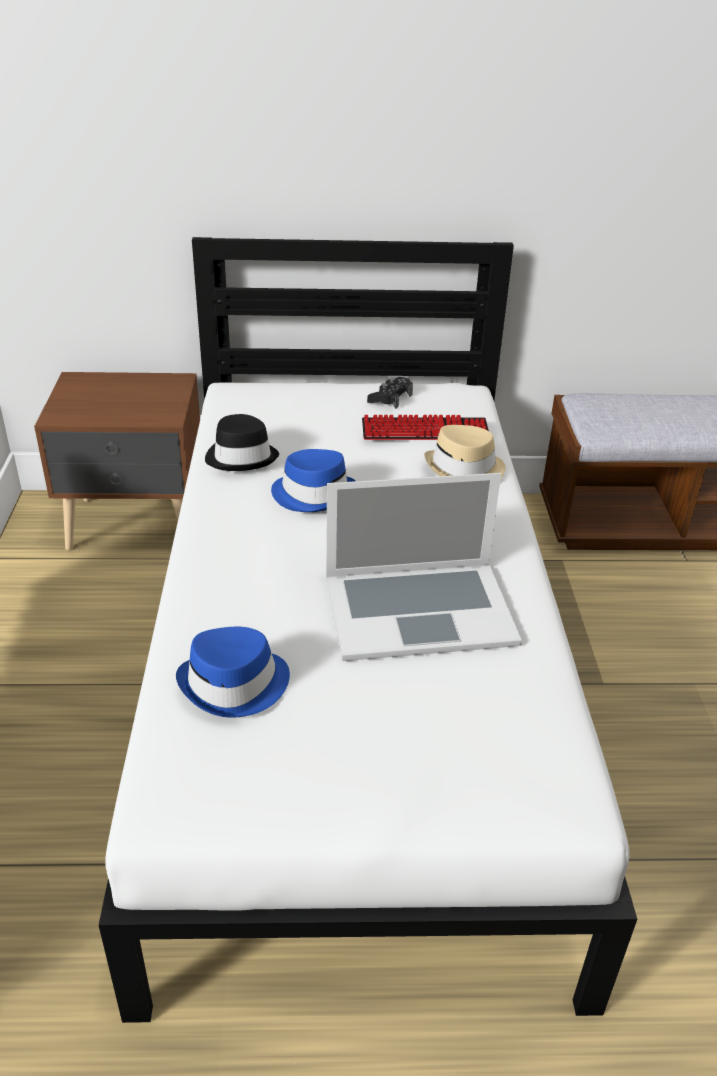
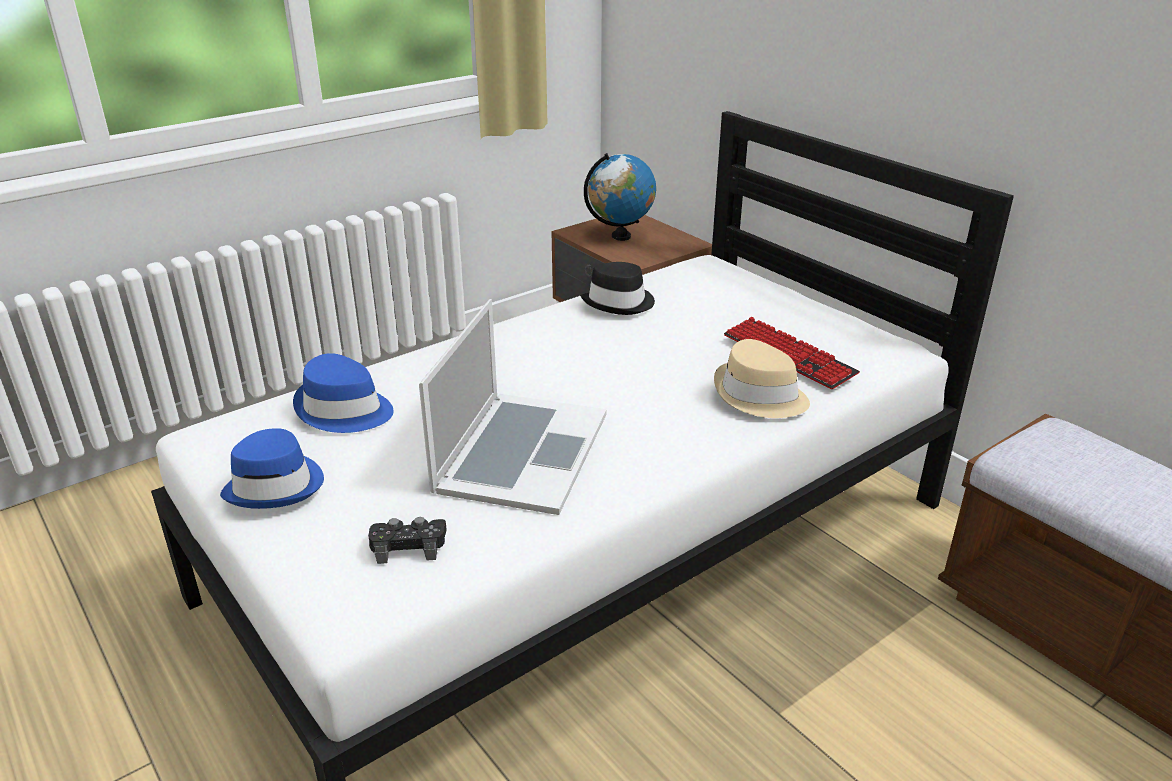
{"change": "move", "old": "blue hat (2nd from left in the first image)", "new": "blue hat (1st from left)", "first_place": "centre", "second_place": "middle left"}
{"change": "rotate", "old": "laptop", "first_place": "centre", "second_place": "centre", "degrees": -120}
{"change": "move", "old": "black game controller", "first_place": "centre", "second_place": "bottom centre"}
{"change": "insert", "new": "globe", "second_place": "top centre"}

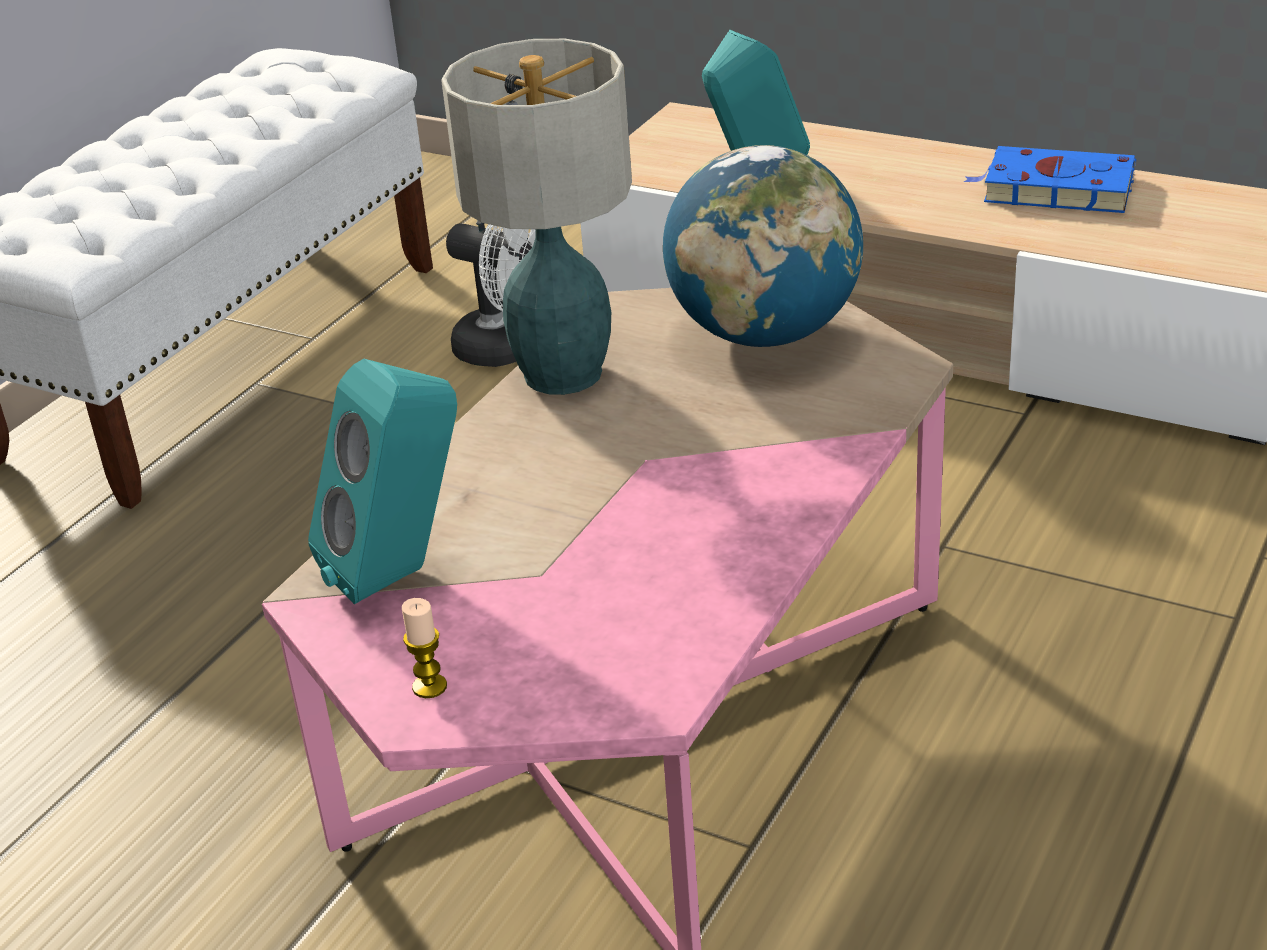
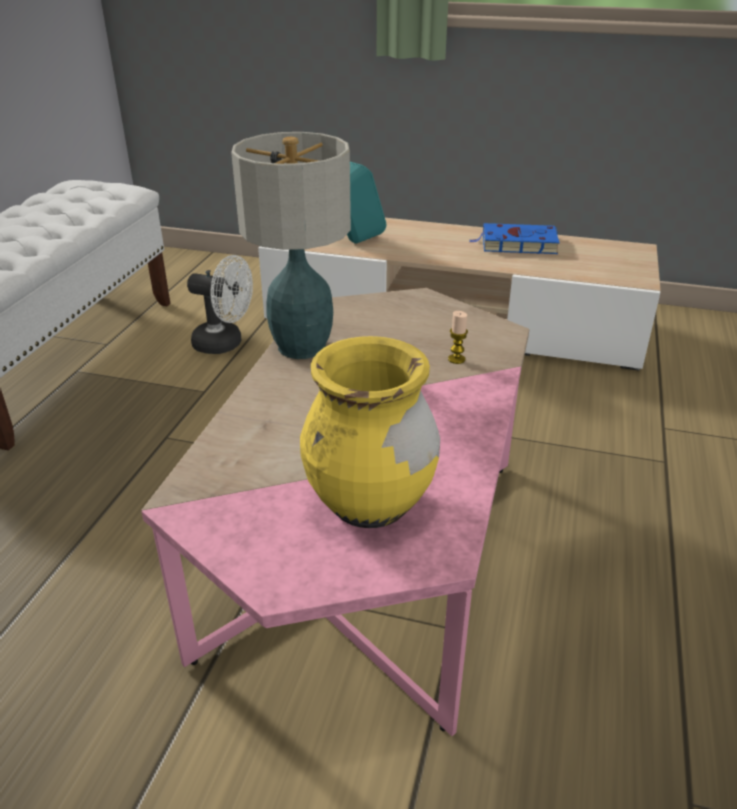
{"change": "delete", "old": "turquoise speaker (1st from left)", "first_place": "middle left"}
{"change": "move", "old": "candle", "first_place": "bottom centre", "second_place": "centre"}
{"change": "delete", "old": "globe", "first_place": "top centre"}
{"change": "insert", "new": "yellow vase", "second_place": "centre"}

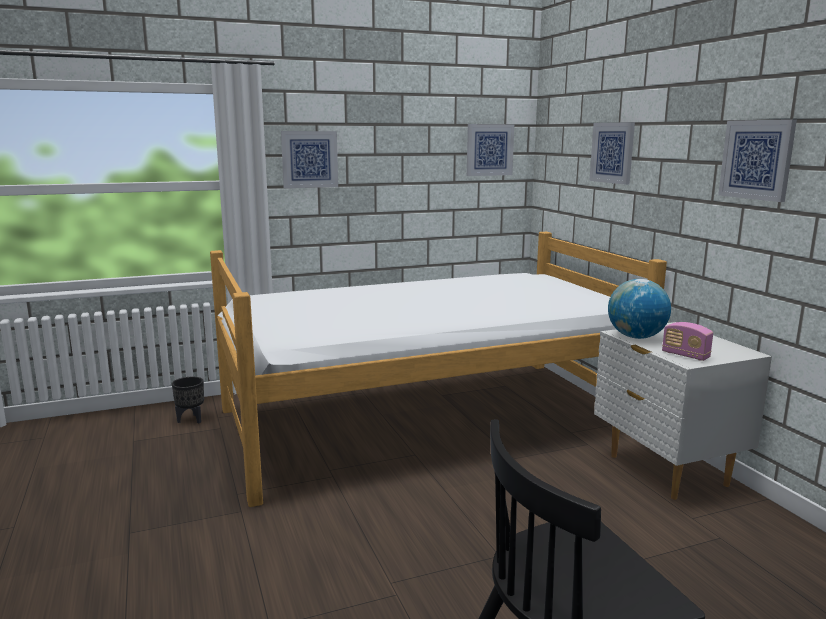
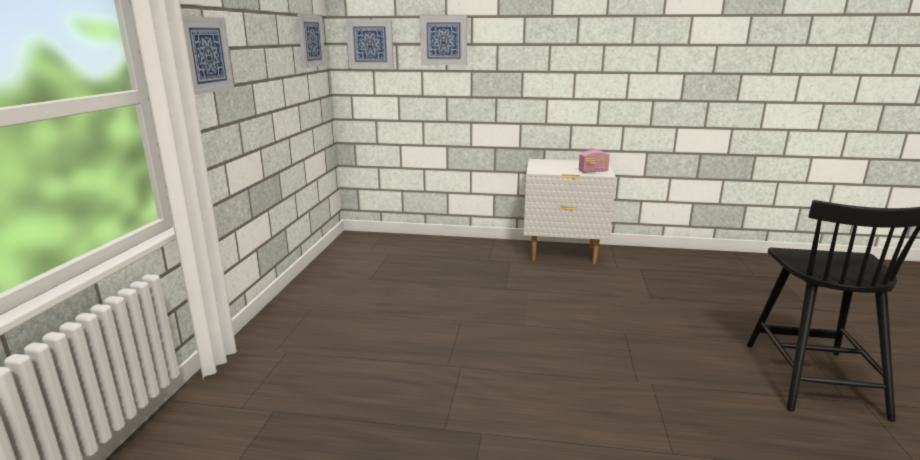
{"change": "delete", "old": "black planter", "first_place": "middle left"}
{"change": "delete", "old": "bed", "first_place": "centre"}
{"change": "delete", "old": "globe", "first_place": "middle right"}
{"change": "move", "old": "picture (4th from left in the first image)", "new": "picture (3rd from left)", "first_place": "top right", "second_place": "top centre"}

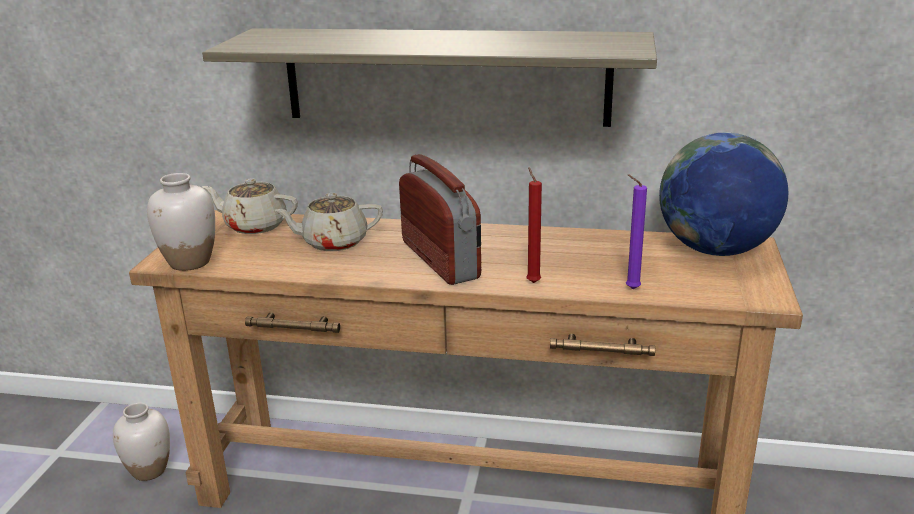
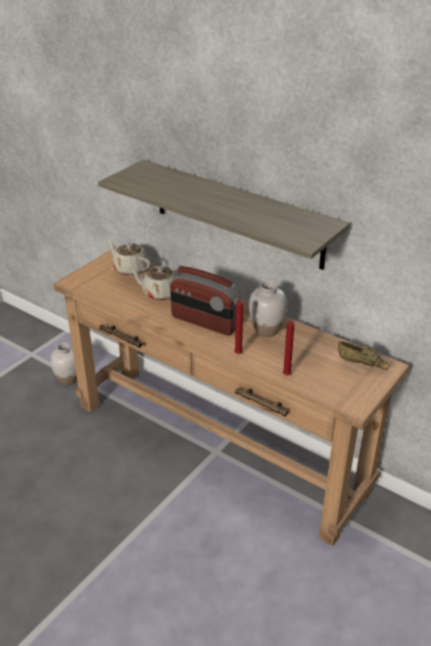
{"change": "move", "old": "white vase (2nd from left)", "first_place": "middle left", "second_place": "centre"}
{"change": "rotate", "old": "radio", "first_place": "centre", "second_place": "centre", "degrees": 120}
{"change": "recolor", "old": "purple candle", "new": "red candle (2nd from left)", "first_place": "middle right", "second_place": "middle right"}
{"change": "replace", "old": "globe", "new": "brown bowl", "first_place": "middle right", "second_place": "middle right"}

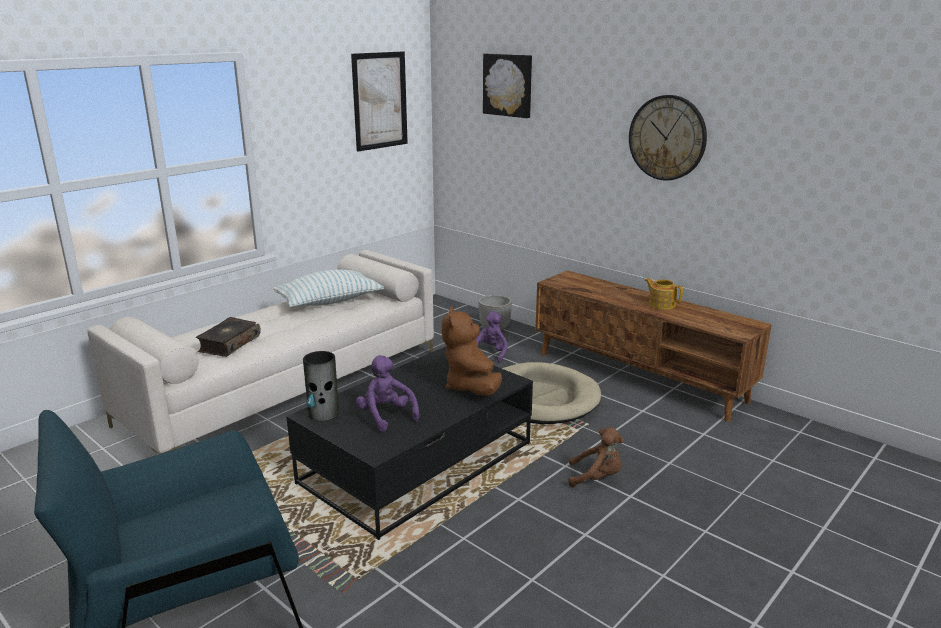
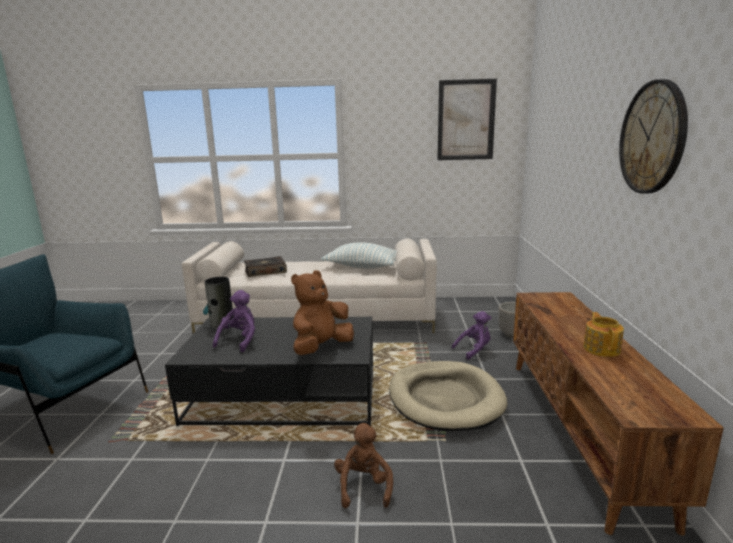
{"change": "delete", "old": "picture (2nd from left)", "first_place": "top centre"}
{"change": "rotate", "old": "brown plush toy (2nd from left)", "first_place": "bottom centre", "second_place": "bottom centre", "degrees": -150}

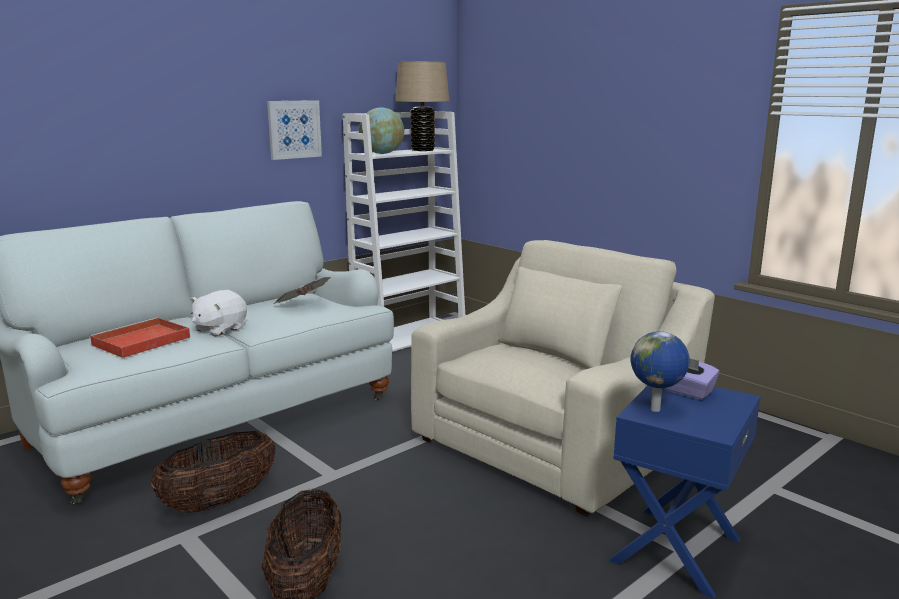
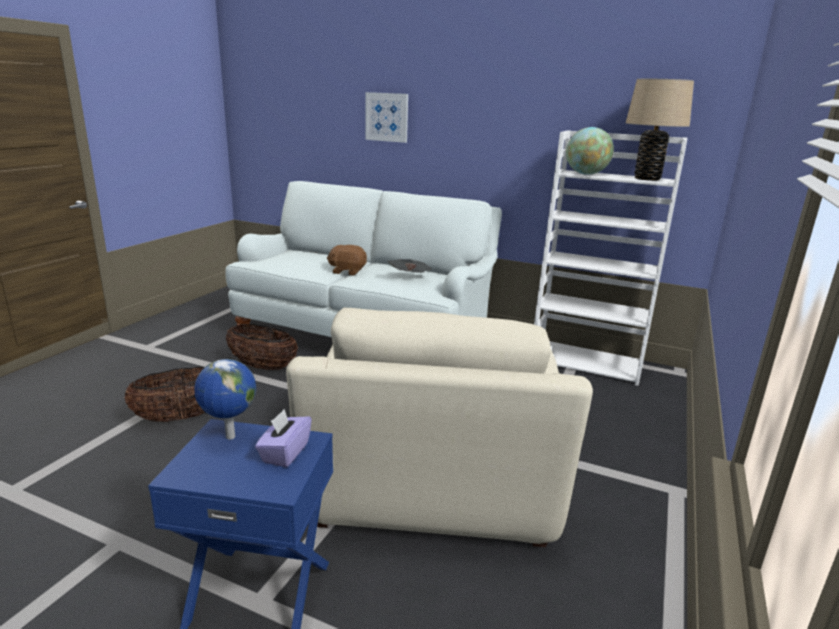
{"change": "delete", "old": "red tray", "first_place": "middle left"}
{"change": "recolor", "old": "white plush toy", "new": "brown plush toy", "first_place": "middle left", "second_place": "centre"}
{"change": "move", "old": "picture", "first_place": "top left", "second_place": "top centre"}
{"change": "rotate", "old": "beige armchair", "first_place": "centre", "second_place": "bottom centre", "degrees": 75}

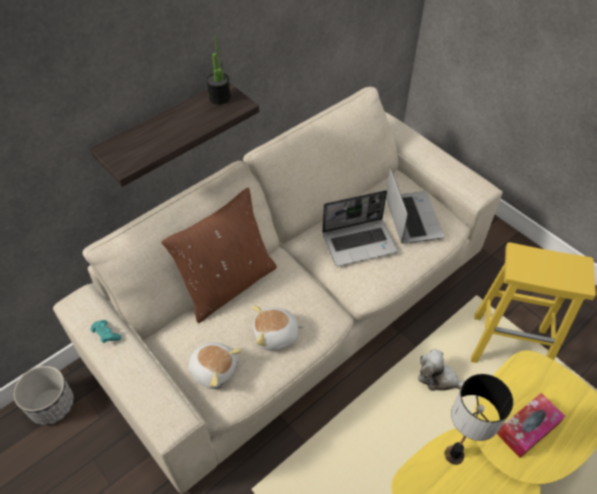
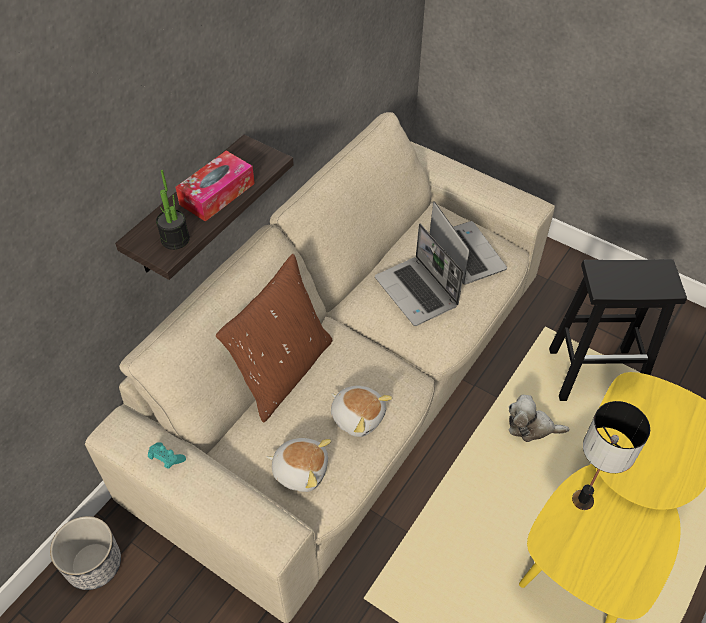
{"change": "move", "old": "potted plant", "first_place": "top centre", "second_place": "middle left"}
{"change": "rotate", "old": "plush toy (2nd from left)", "first_place": "centre", "second_place": "centre", "degrees": -120}
{"change": "rotate", "old": "laptop (1st from left)", "first_place": "centre", "second_place": "centre", "degrees": 90}
{"change": "recolor", "old": "yellow stool", "new": "black stool", "first_place": "middle right", "second_place": "middle right"}
{"change": "move", "old": "tissue box", "first_place": "bottom right", "second_place": "top left"}

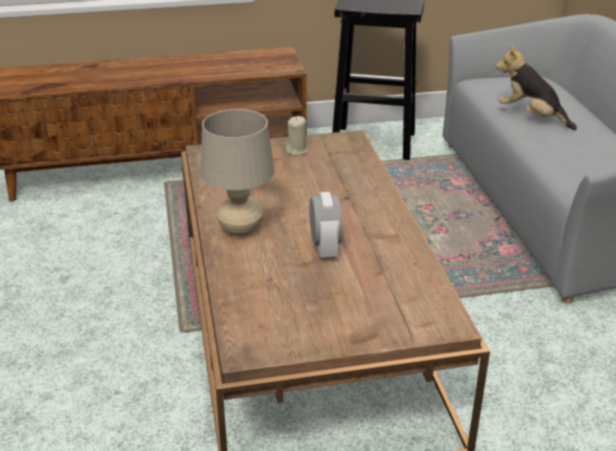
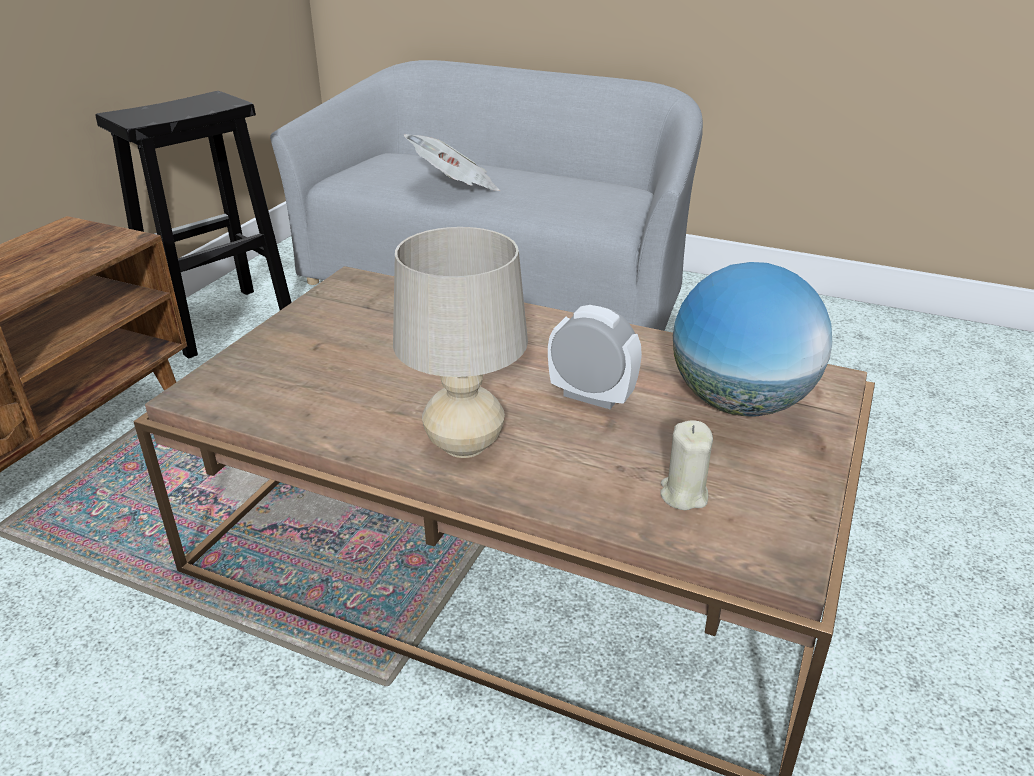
{"change": "move", "old": "beige candle", "first_place": "top centre", "second_place": "centre"}
{"change": "replace", "old": "plush toy", "new": "newspaper", "first_place": "top right", "second_place": "top centre"}
{"change": "insert", "new": "globe", "second_place": "middle right"}

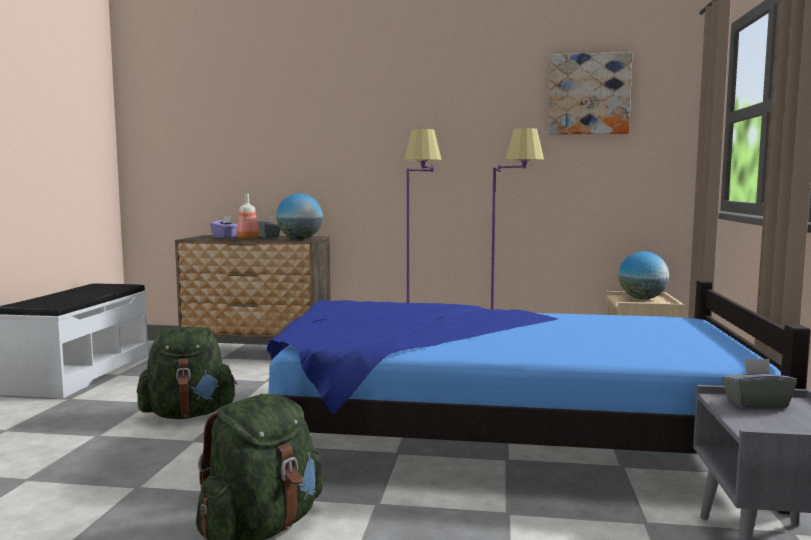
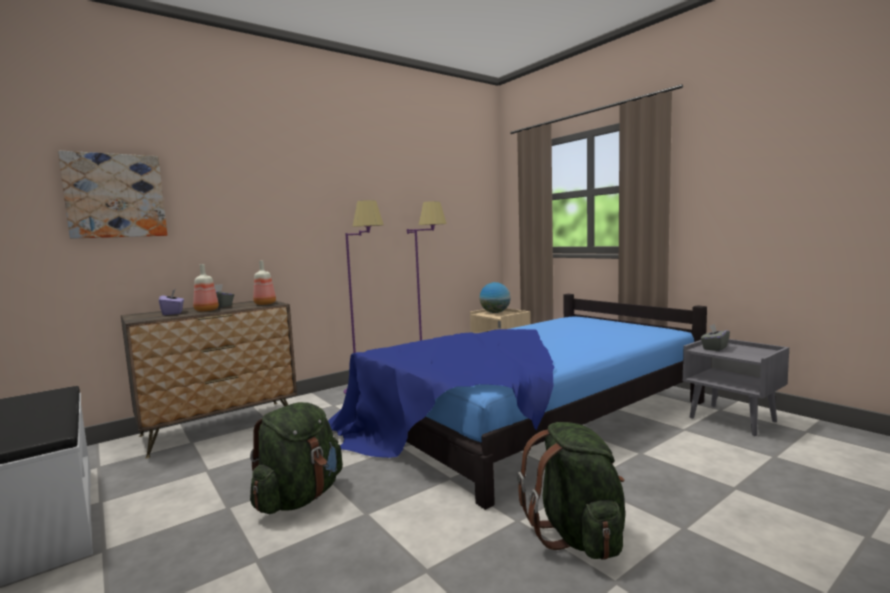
{"change": "replace", "old": "globe (1st from left)", "new": "bottle (2nd from left)", "first_place": "centre", "second_place": "middle left"}
{"change": "move", "old": "picture", "first_place": "top right", "second_place": "top left"}

